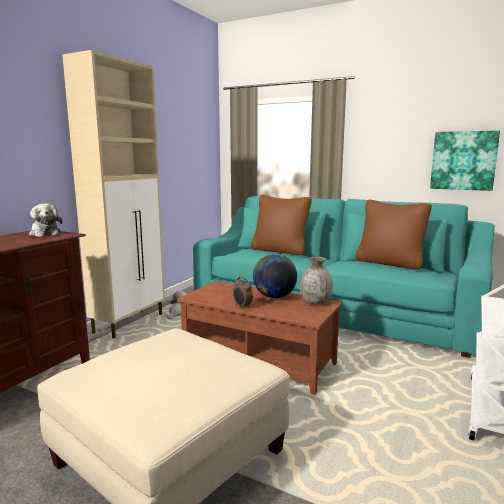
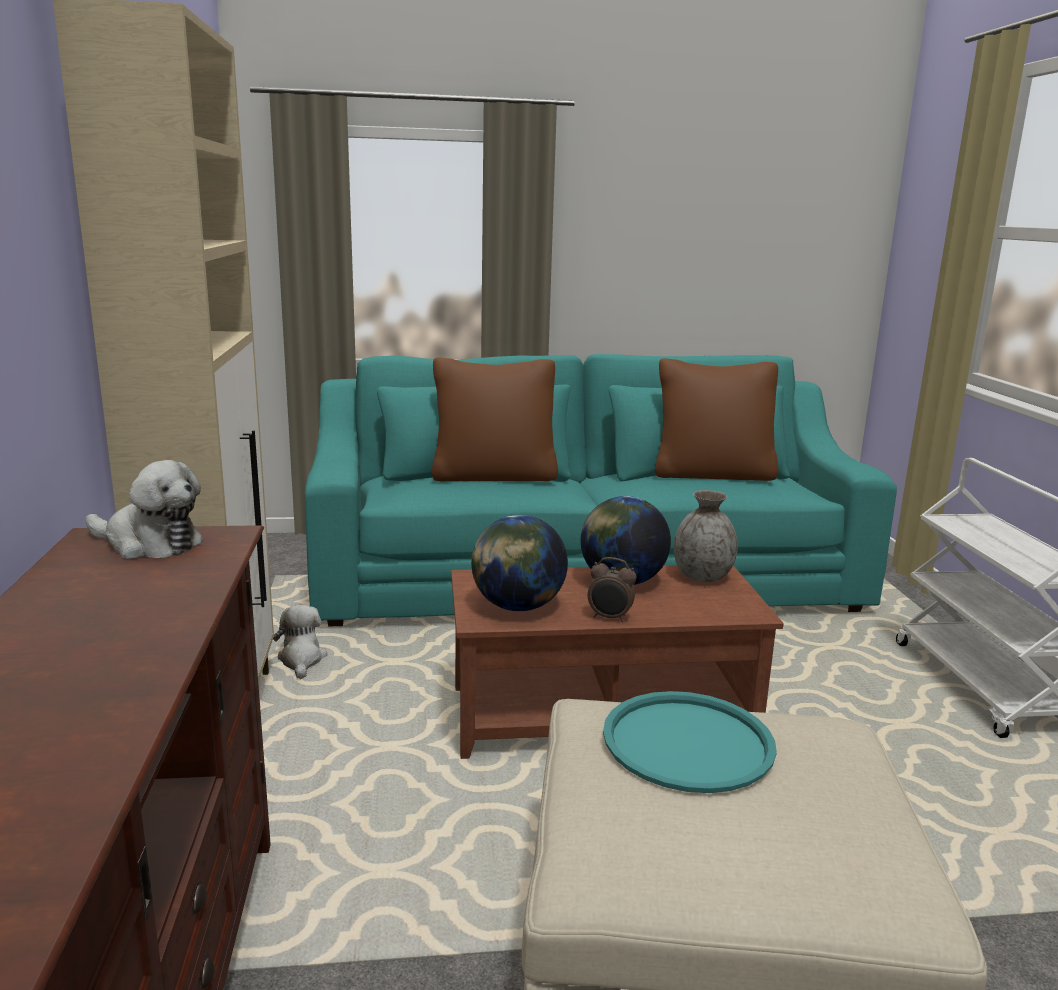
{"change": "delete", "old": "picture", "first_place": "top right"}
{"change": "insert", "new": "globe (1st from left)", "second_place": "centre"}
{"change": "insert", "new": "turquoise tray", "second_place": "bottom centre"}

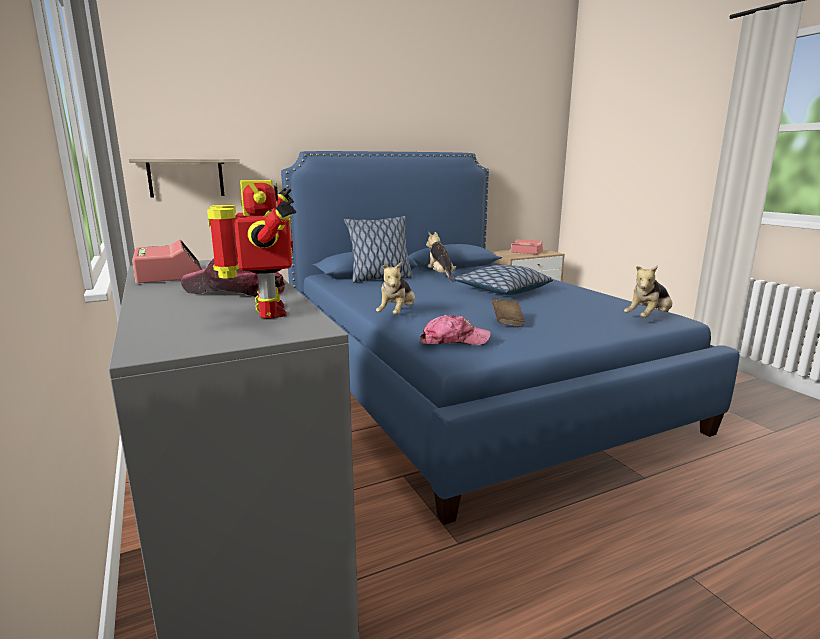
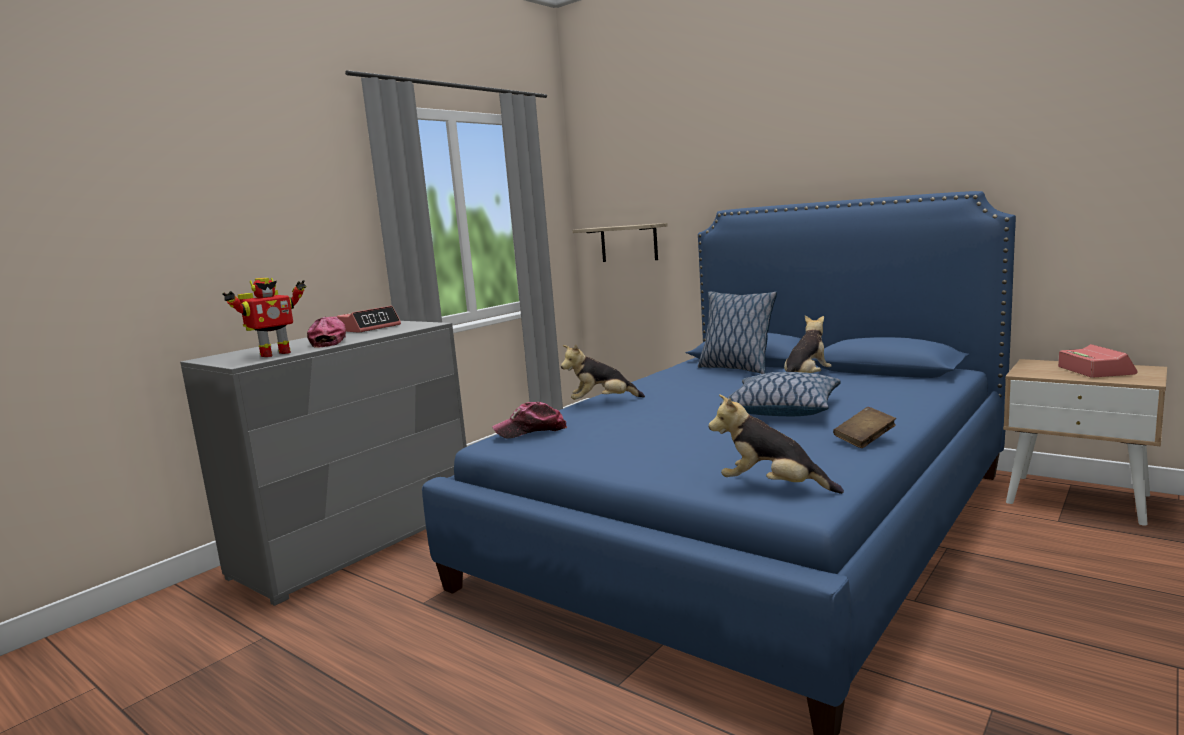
{"change": "rotate", "old": "cap (2nd from left)", "first_place": "centre", "second_place": "centre", "degrees": 105}
{"change": "move", "old": "brown book", "first_place": "centre", "second_place": "middle right"}

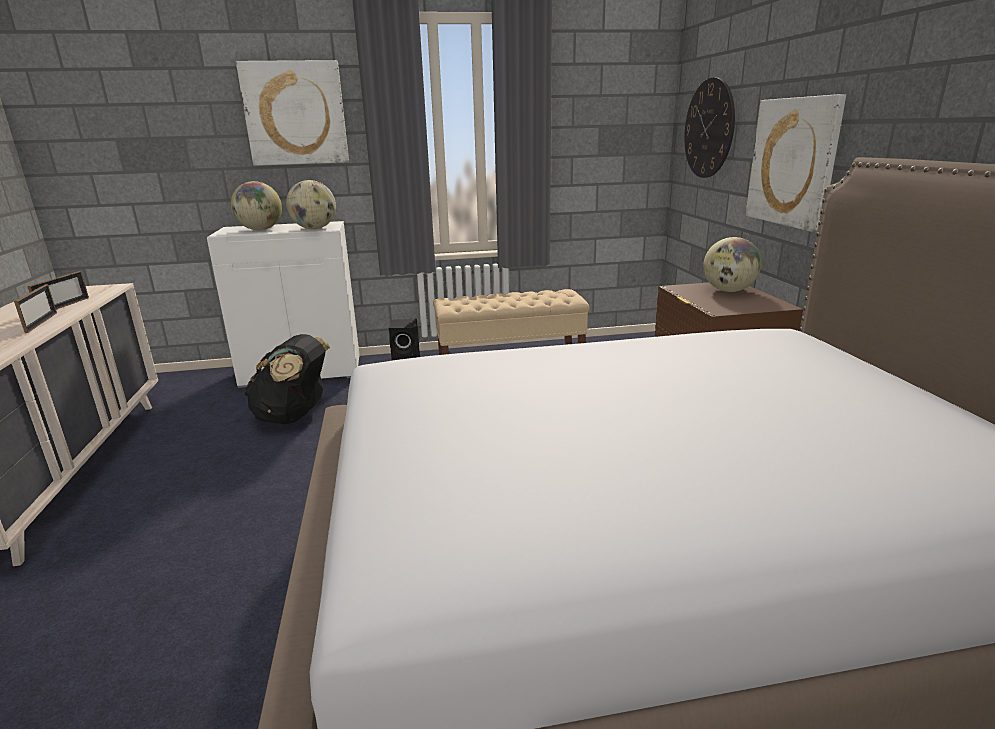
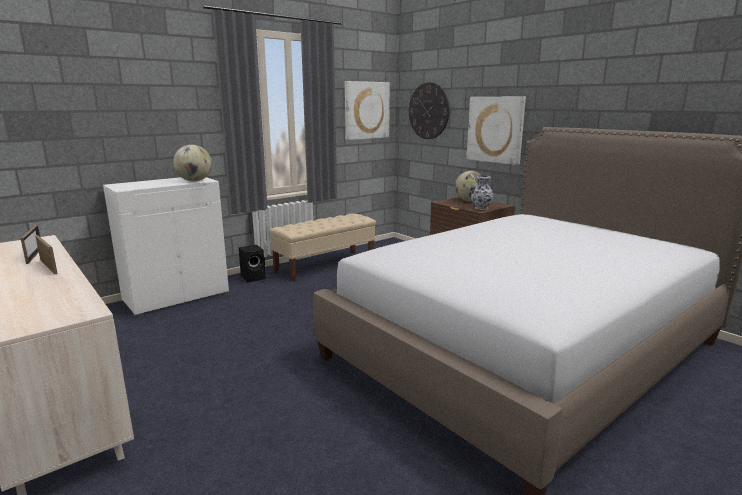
{"change": "delete", "old": "globe (1st from left)", "first_place": "top left"}
{"change": "move", "old": "picture (1st from left)", "first_place": "top left", "second_place": "top centre"}
{"change": "delete", "old": "black backpack", "first_place": "middle left"}
{"change": "insert", "new": "vase", "second_place": "centre"}

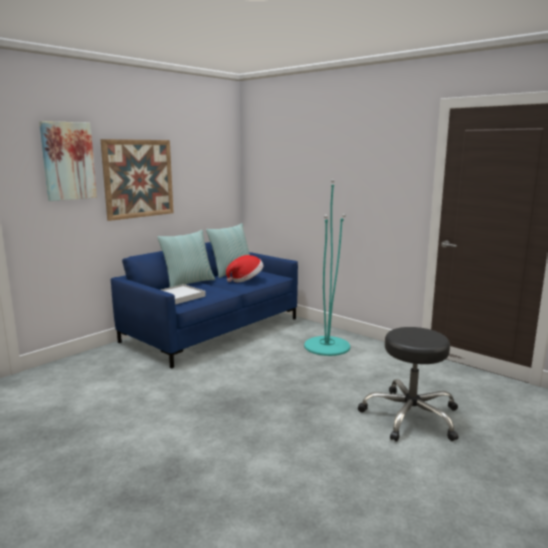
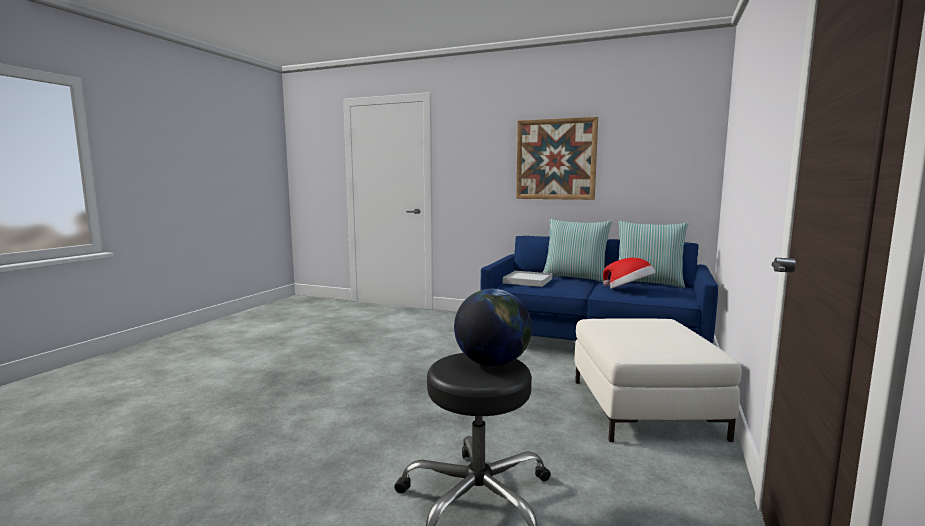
{"change": "delete", "old": "picture (1st from left)", "first_place": "top left"}
{"change": "replace", "old": "turquoise floor lamp", "new": "white ottoman", "first_place": "centre", "second_place": "bottom right"}
{"change": "insert", "new": "globe", "second_place": "centre"}

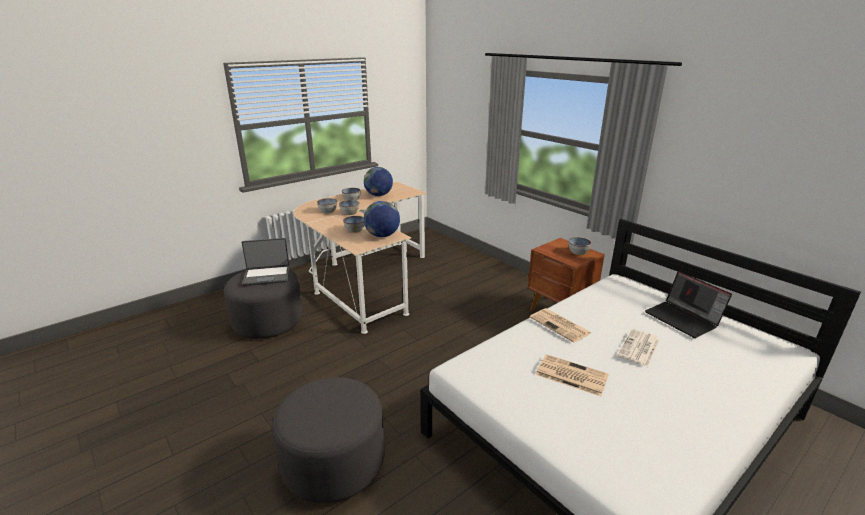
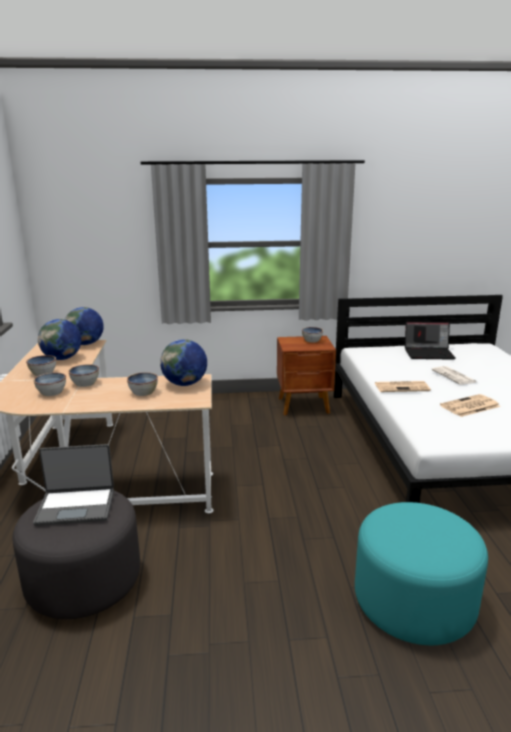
{"change": "rotate", "old": "laptop (1st from left)", "first_place": "middle left", "second_place": "middle left", "degrees": 60}
{"change": "recolor", "old": "grey ottoman (2nd from left)", "new": "turquoise ottoman", "first_place": "bottom centre", "second_place": "bottom right"}
{"change": "insert", "new": "globe (2nd from left)", "second_place": "middle left"}

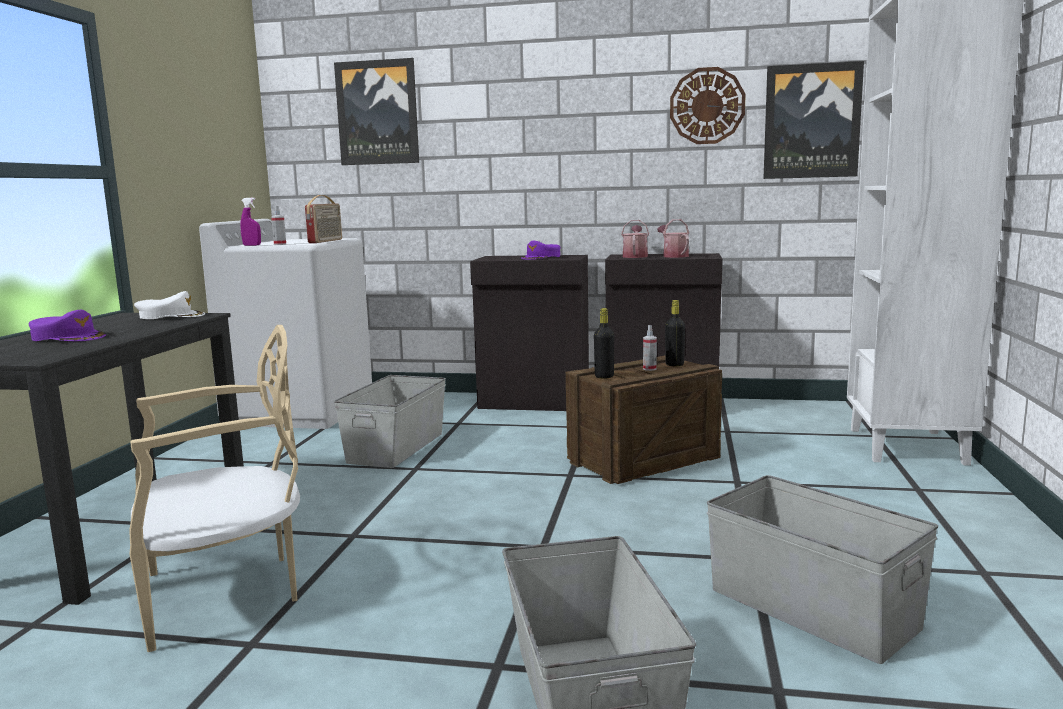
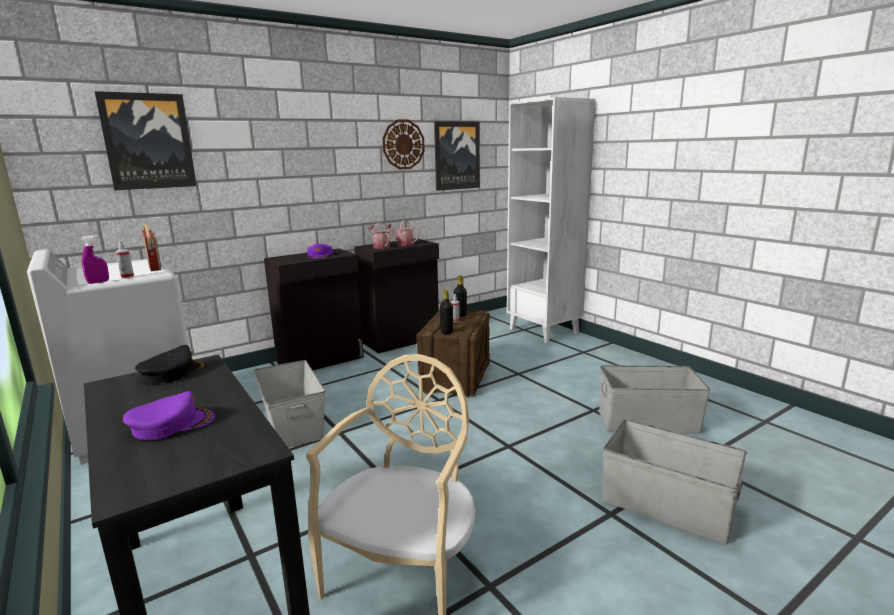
{"change": "recolor", "old": "white cap", "new": "black cap", "first_place": "middle left", "second_place": "middle left"}

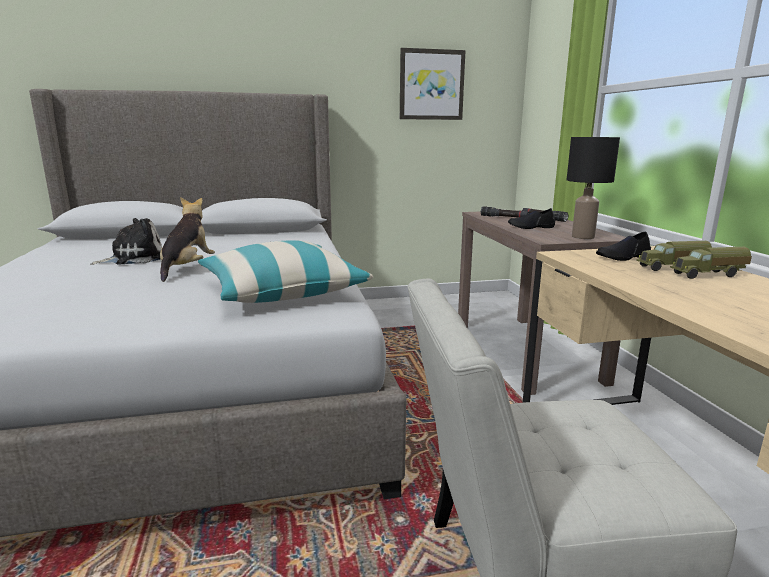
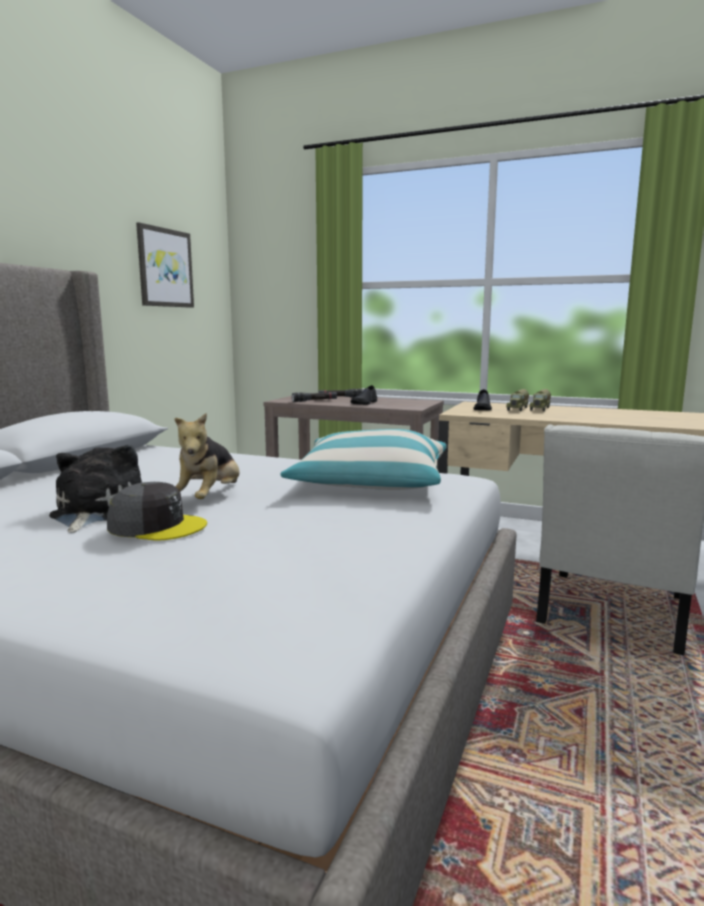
{"change": "rotate", "old": "plush toy (2nd from left)", "first_place": "middle left", "second_place": "middle left", "degrees": -120}
{"change": "delete", "old": "black table lamp", "first_place": "top right"}
{"change": "insert", "new": "grey cap", "second_place": "middle left"}

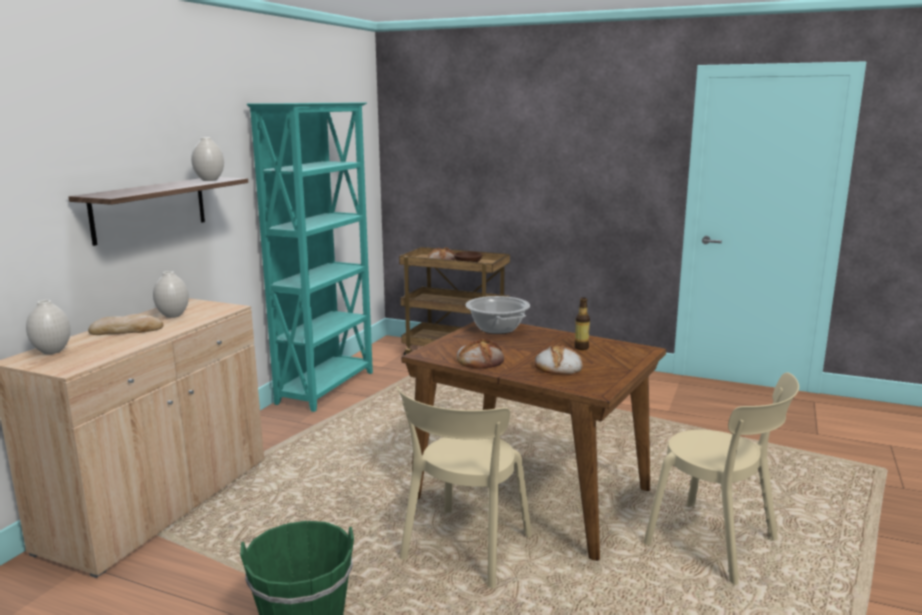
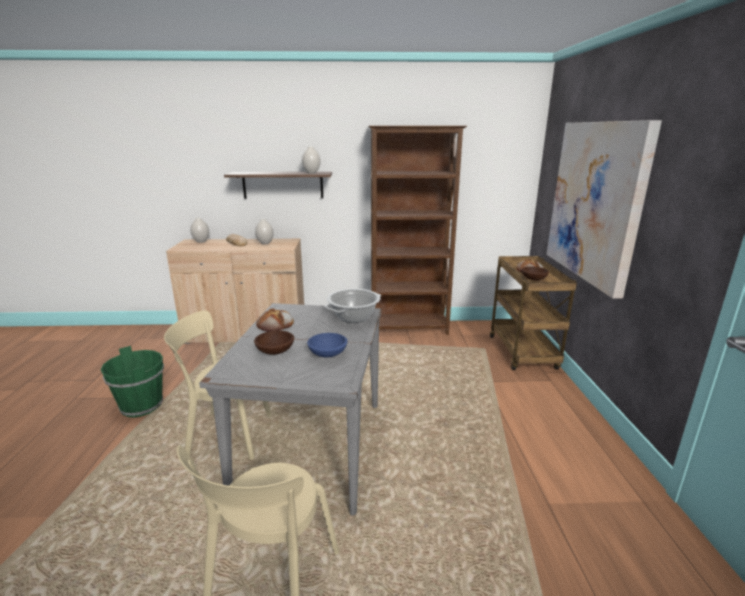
{"change": "recolor", "old": "turquoise bookcase", "new": "brown bookcase", "first_place": "centre", "second_place": "centre"}
{"change": "recolor", "old": "brown dining table", "new": "grey dining table", "first_place": "bottom centre", "second_place": "bottom centre"}
{"change": "replace", "old": "bread (4th from left)", "new": "brown bowl (1st from left)", "first_place": "centre", "second_place": "centre"}
{"change": "replace", "old": "bottle", "new": "blue bowl", "first_place": "centre", "second_place": "centre"}
{"change": "insert", "new": "picture", "second_place": "middle right"}

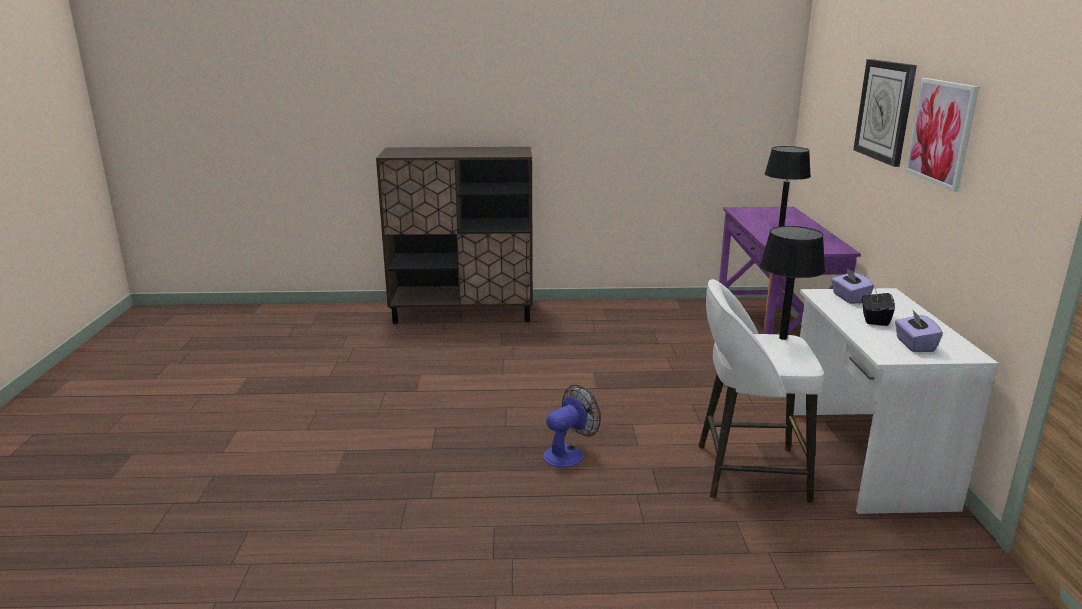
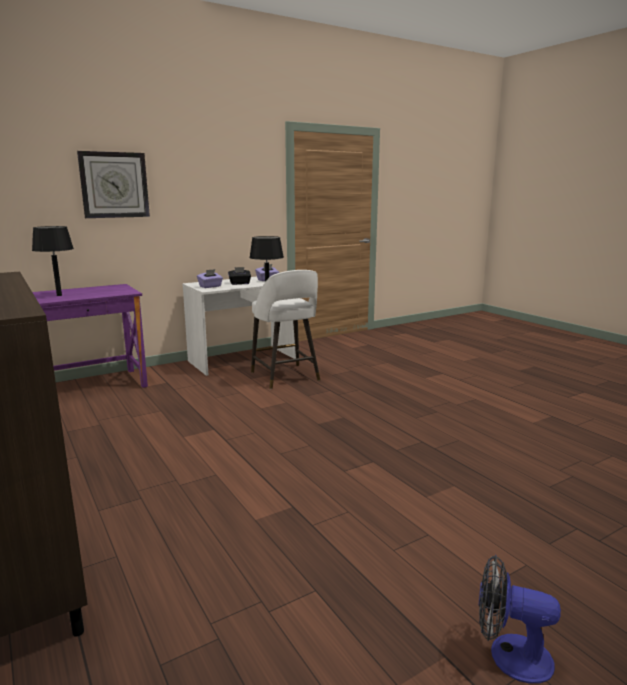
{"change": "move", "old": "fan", "first_place": "bottom centre", "second_place": "bottom right"}
{"change": "delete", "old": "picture", "first_place": "top right"}

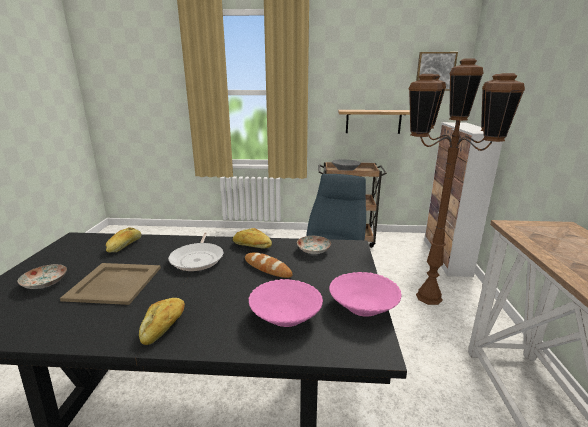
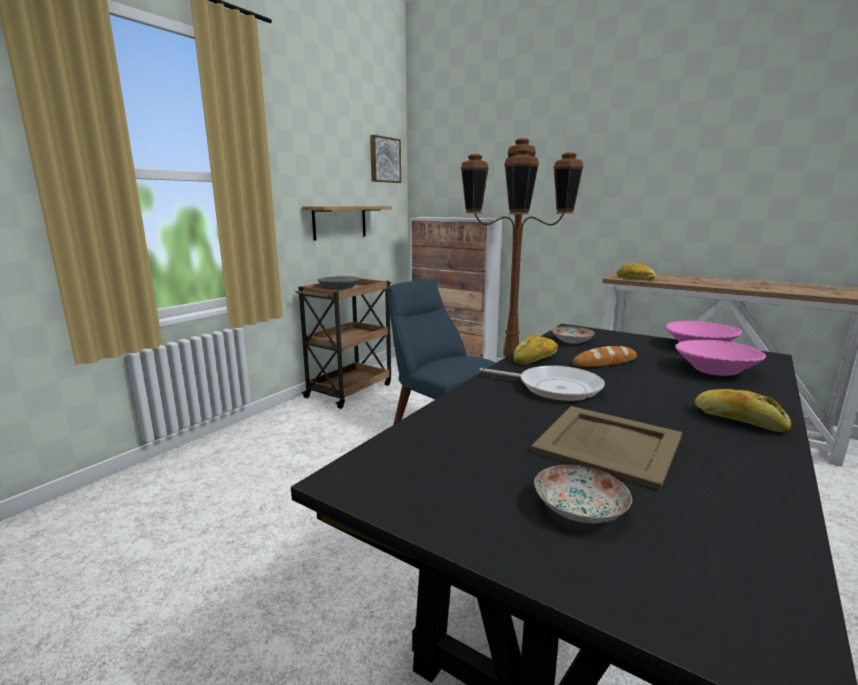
{"change": "move", "old": "bread (1st from left in the first image)", "new": "bread (3rd from left)", "first_place": "middle left", "second_place": "middle right"}

